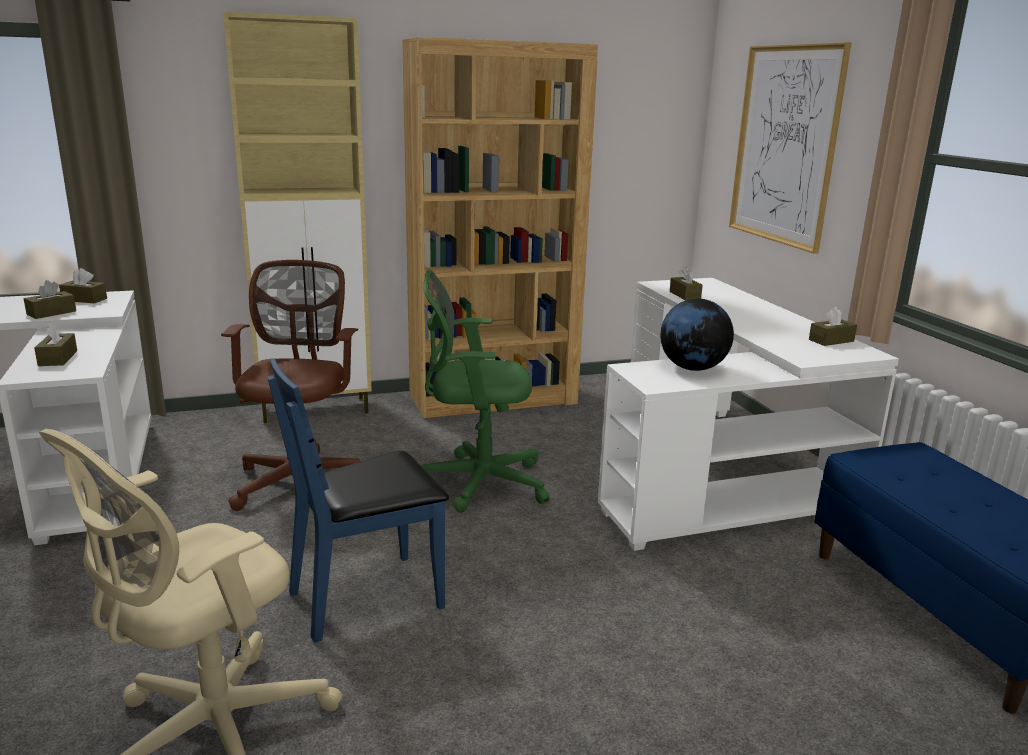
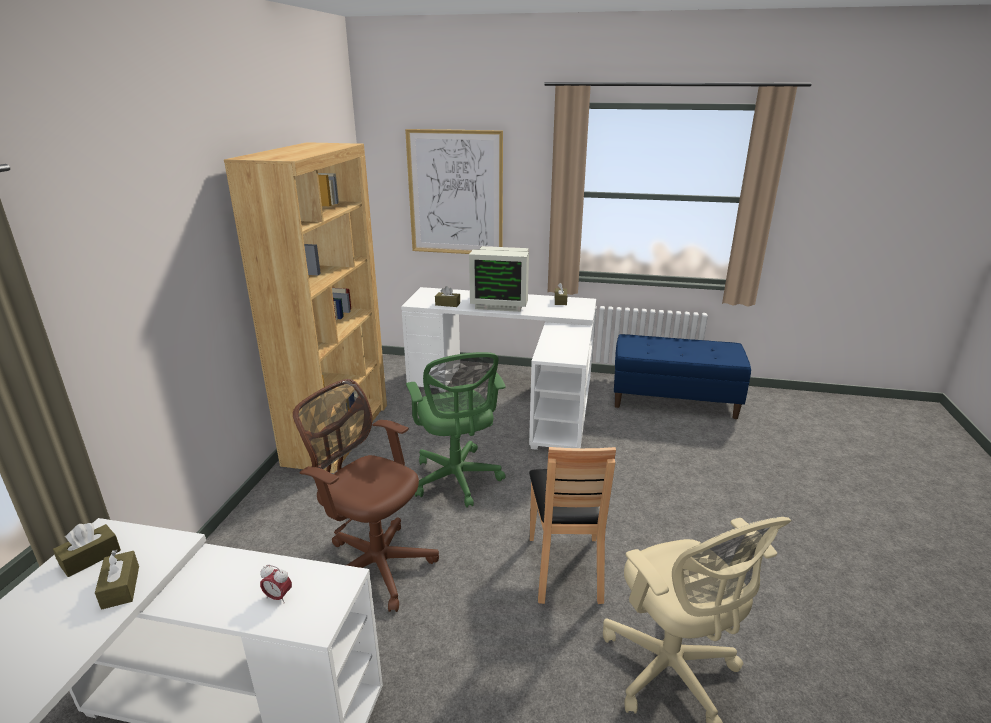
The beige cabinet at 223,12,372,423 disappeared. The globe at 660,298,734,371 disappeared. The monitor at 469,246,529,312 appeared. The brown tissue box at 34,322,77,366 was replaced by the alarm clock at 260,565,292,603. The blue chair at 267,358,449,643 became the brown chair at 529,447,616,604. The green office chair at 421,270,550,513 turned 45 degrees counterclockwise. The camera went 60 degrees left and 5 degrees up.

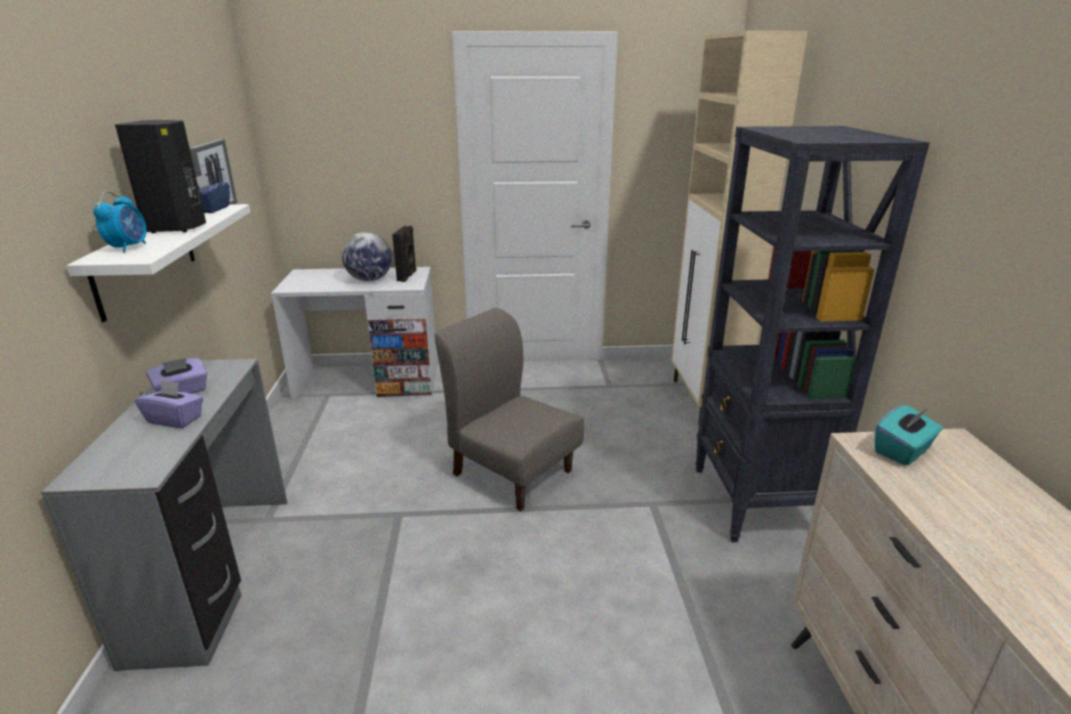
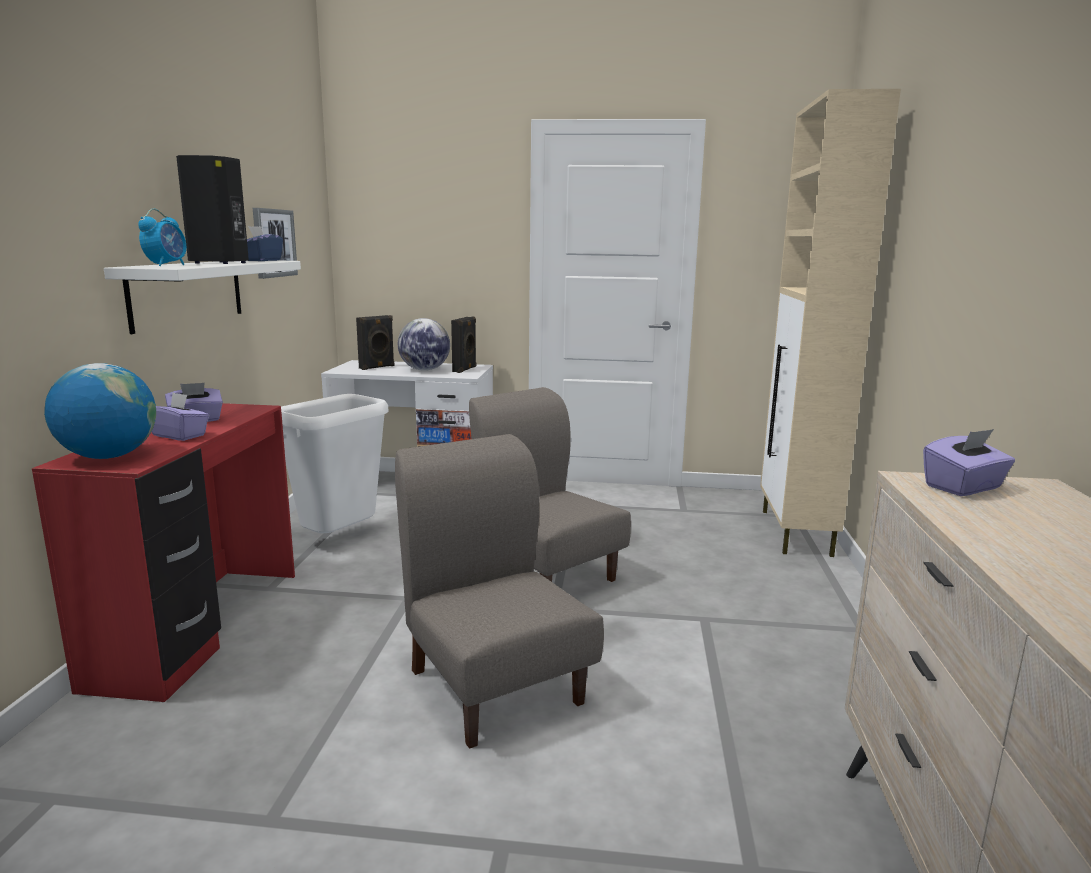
The black bookcase at 695,126,930,542 disappeared. The globe at 44,363,156,459 appeared. The white trash can at 281,394,388,533 appeared. The black speaker at 356,315,394,370 appeared. The grey chair at 395,434,604,749 appeared. The grey desk at 41,359,287,671 became the red desk at 32,403,295,703. The turquoise tissue box at 875,405,943,465 became the purple tissue box at 923,429,1015,496. The camera went 10 degrees right and 10 degrees down.

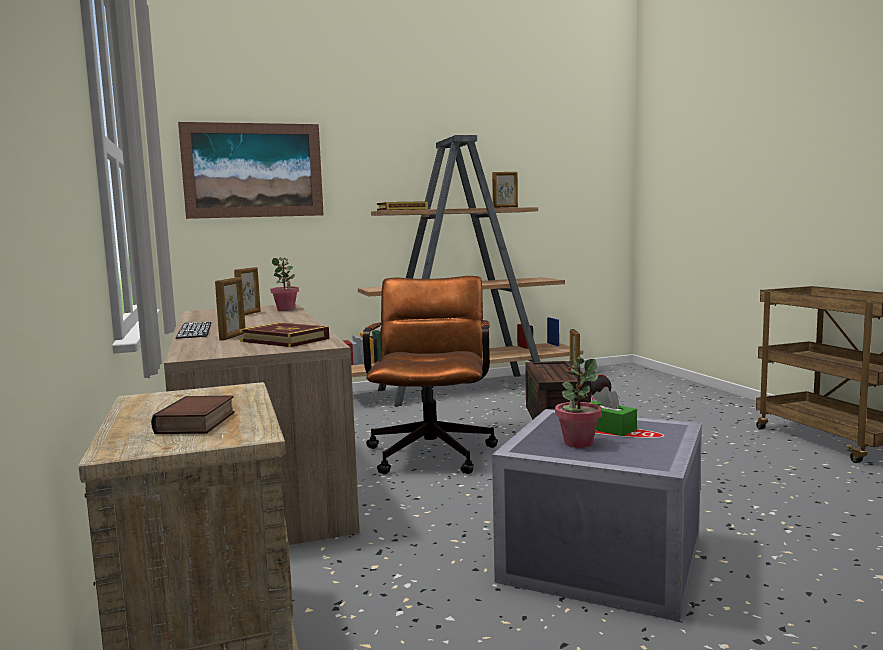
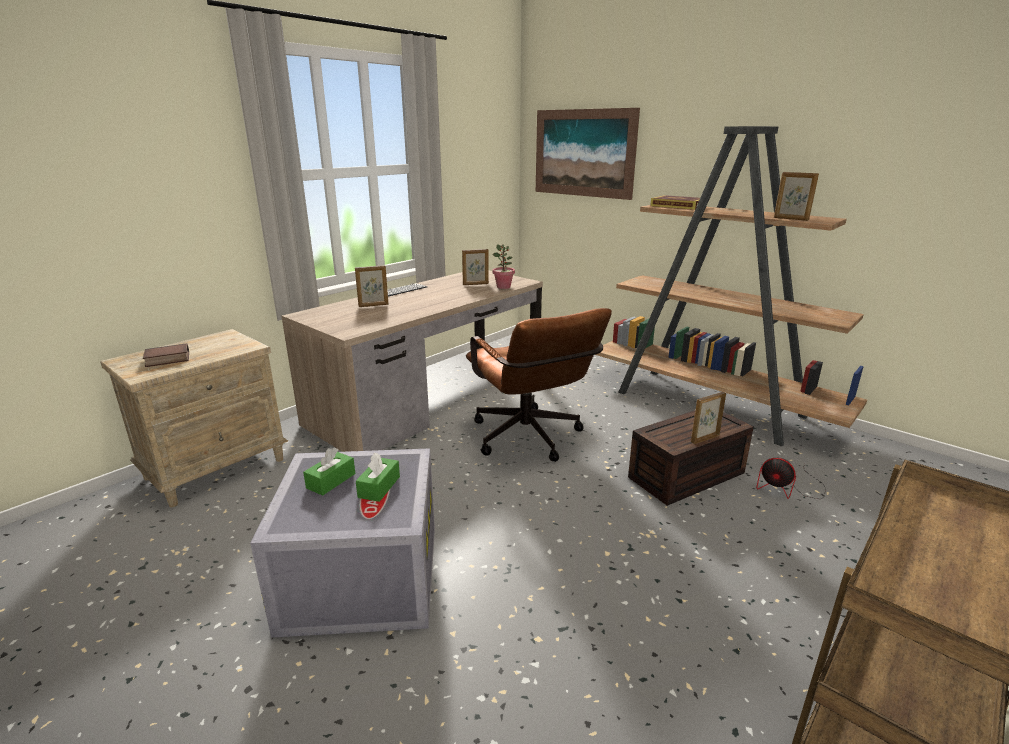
The book at 239,323,329,347 disappeared. The potted plant at 555,357,602,448 was replaced by the green tissue box at 303,447,355,496. The brown office chair at 363,276,498,475 turned 90 degrees clockwise. The camera went 60 degrees right and 15 degrees up.

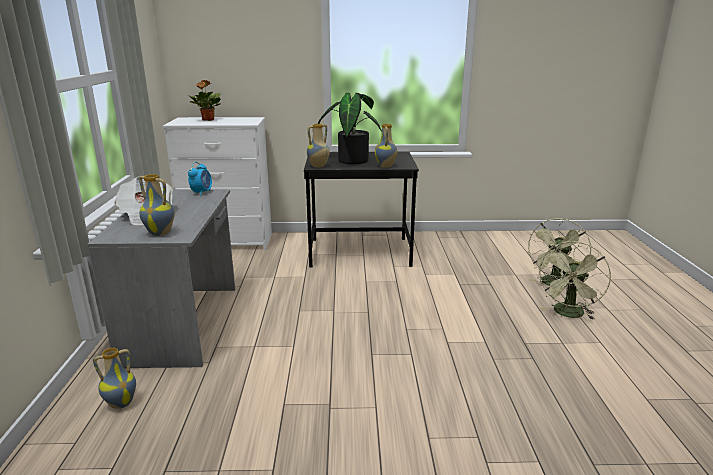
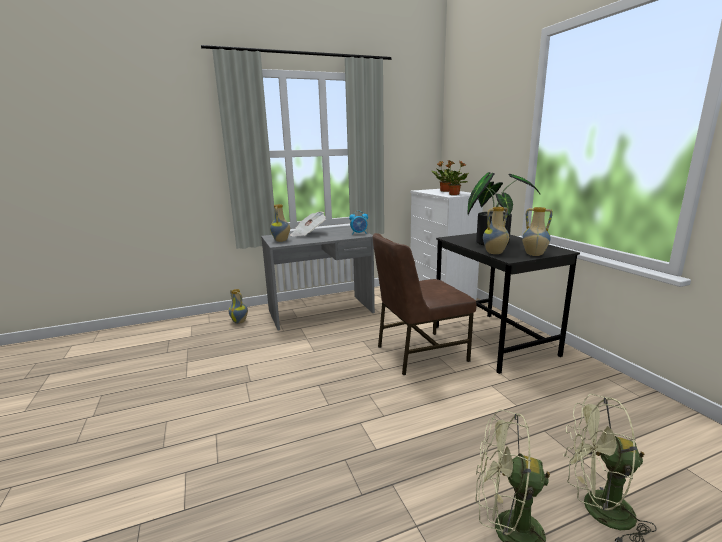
The brown chair at 373,233,477,375 appeared. The potted plant at 441,161,469,195 appeared. The vase moved from 307,124,330,167 to 522,207,553,256. The camera went 70 degrees right and 5 degrees down.

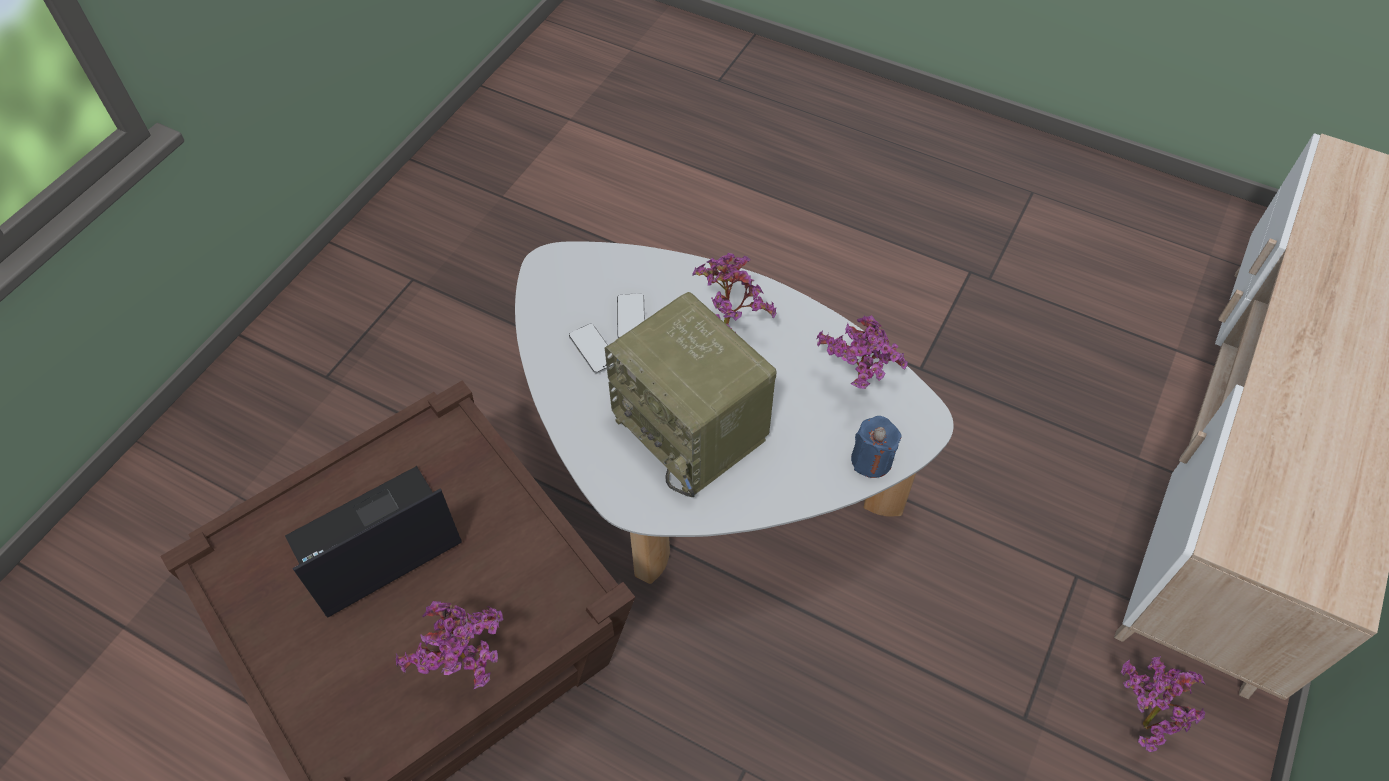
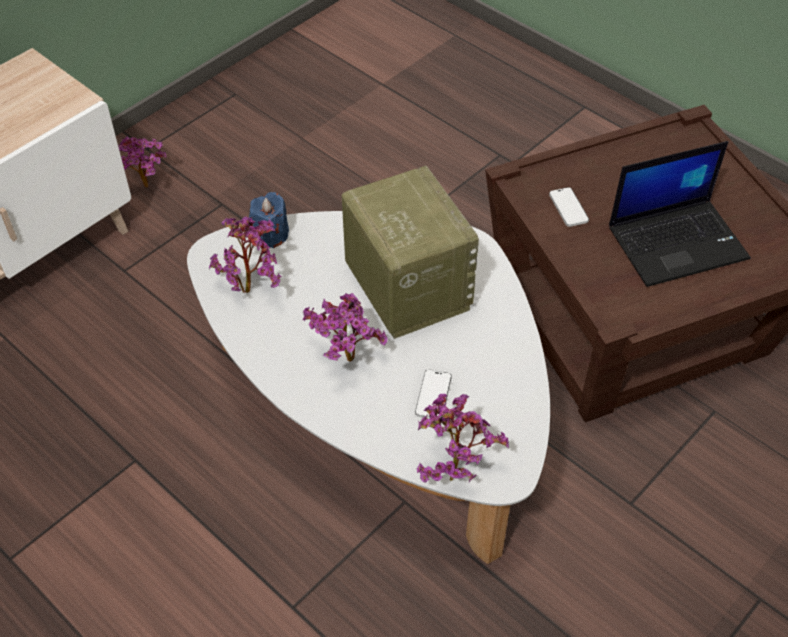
The potted plant moved from 396,601,504,689 to 417,394,509,483. The phone moved from 569,324,614,374 to 549,187,589,227. The camera went 165 degrees left and 5 degrees down.

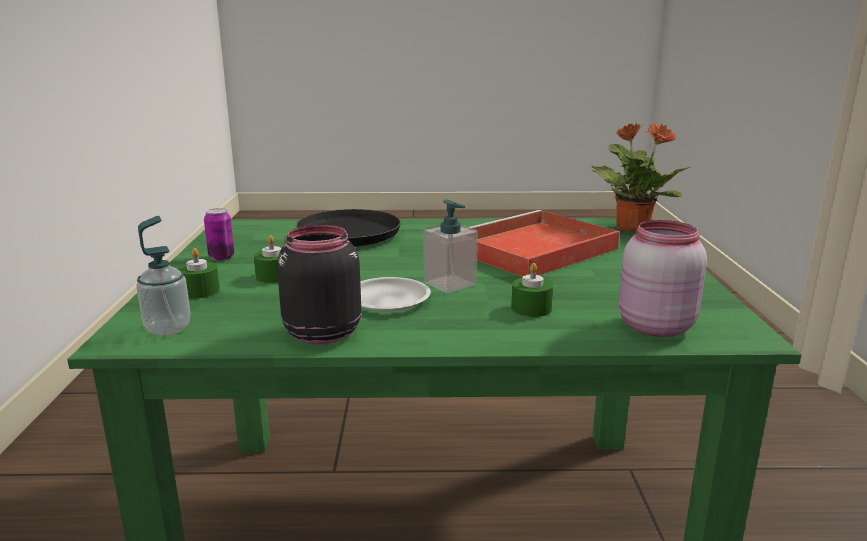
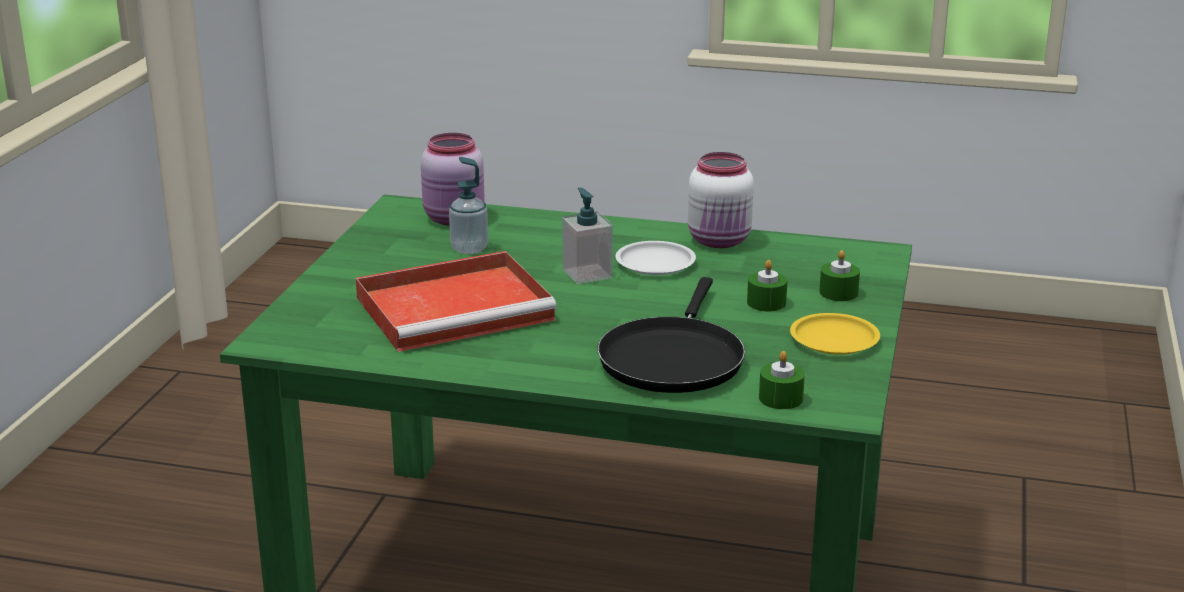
The potted plant at 591,123,690,232 disappeared. The soap dispenser moved from 136,216,190,336 to 449,157,488,254. The green candle moved from 511,263,553,317 to 759,351,805,409. The can at 204,208,234,260 was replaced by the yellow plate at 790,313,880,355. The black jar at 277,225,361,344 became the white jar at 688,152,754,248. The camera went 165 degrees left and 5 degrees up.

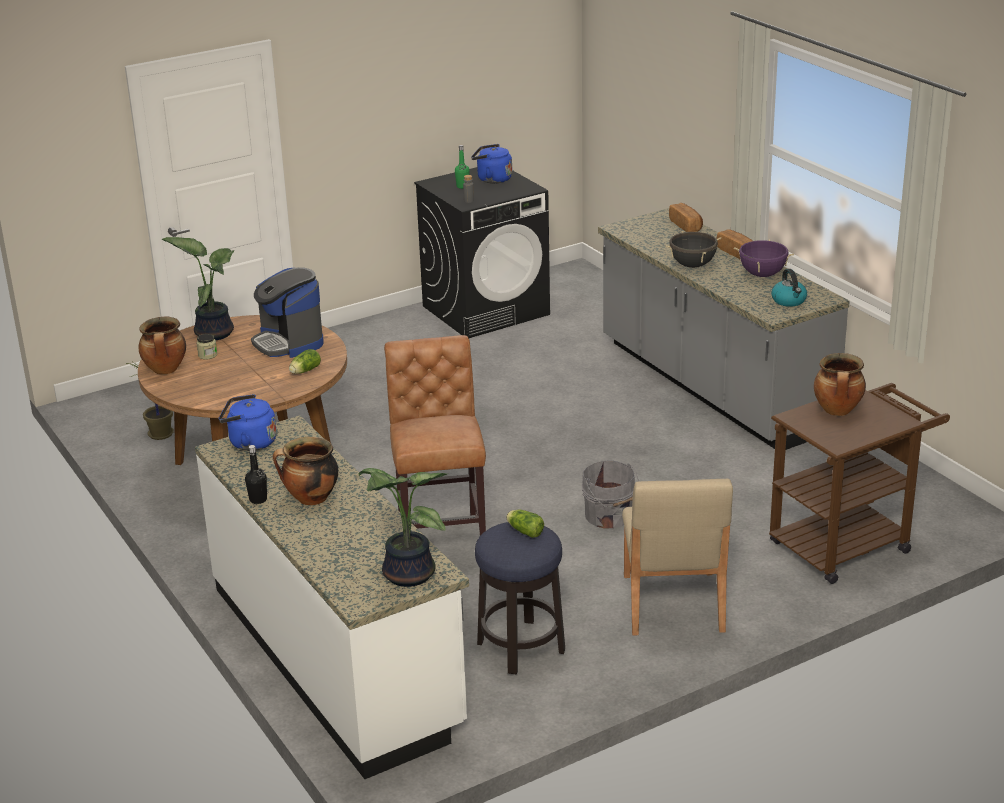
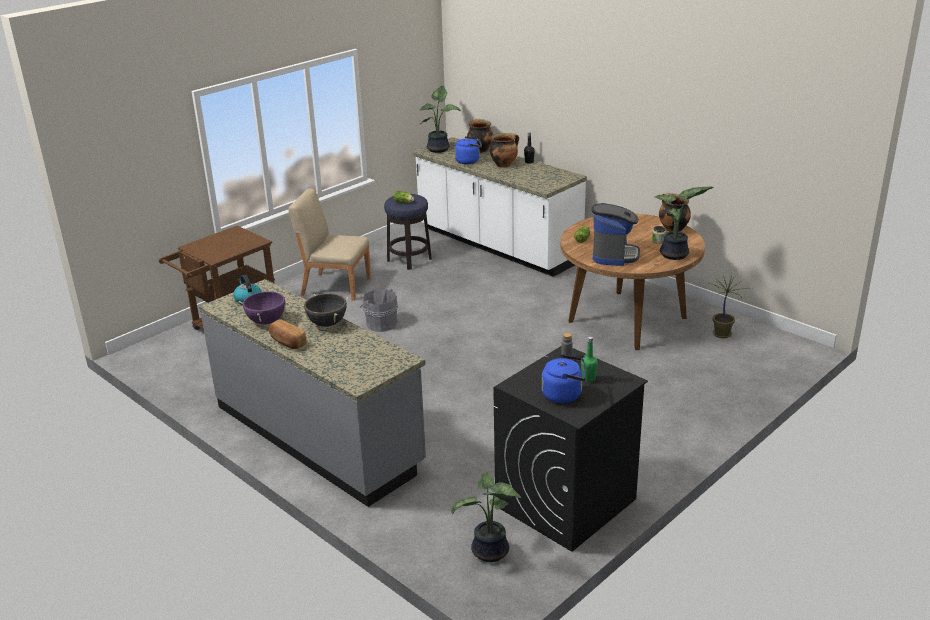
The brown stool at 384,335,486,535 disappeared. The bread at 669,203,703,232 disappeared. The potted plant at 451,471,521,562 appeared. The blue kettle moved from 219,394,277,451 to 455,136,482,164. The cooking pot moved from 814,353,866,416 to 467,119,493,153. The coffee machine at 251,267,324,358 turned 60 degrees clockwise. The beige chair at 622,479,733,636 turned 60 degrees counterclockwise. The camera went 165 degrees right and 0 degrees up.

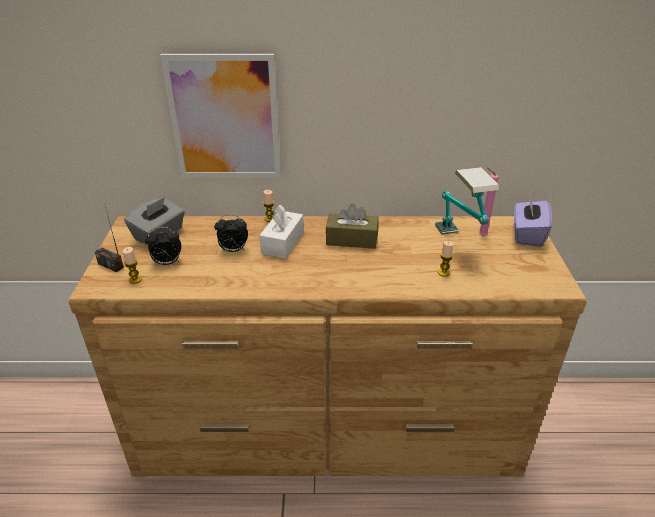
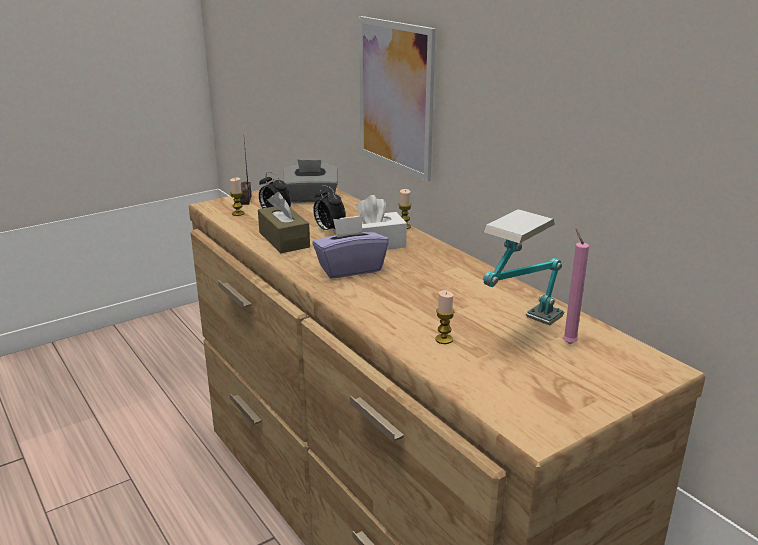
The brown tissue box moved from 326,204,379,249 to 258,192,310,253. The purple tissue box moved from 514,197,552,247 to 312,216,389,279. The camera went 55 degrees right and 10 degrees down.

